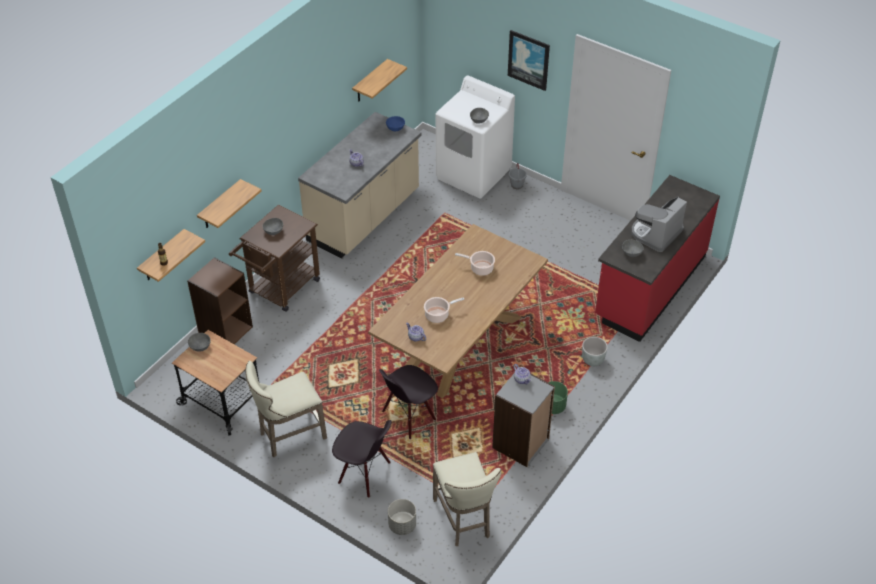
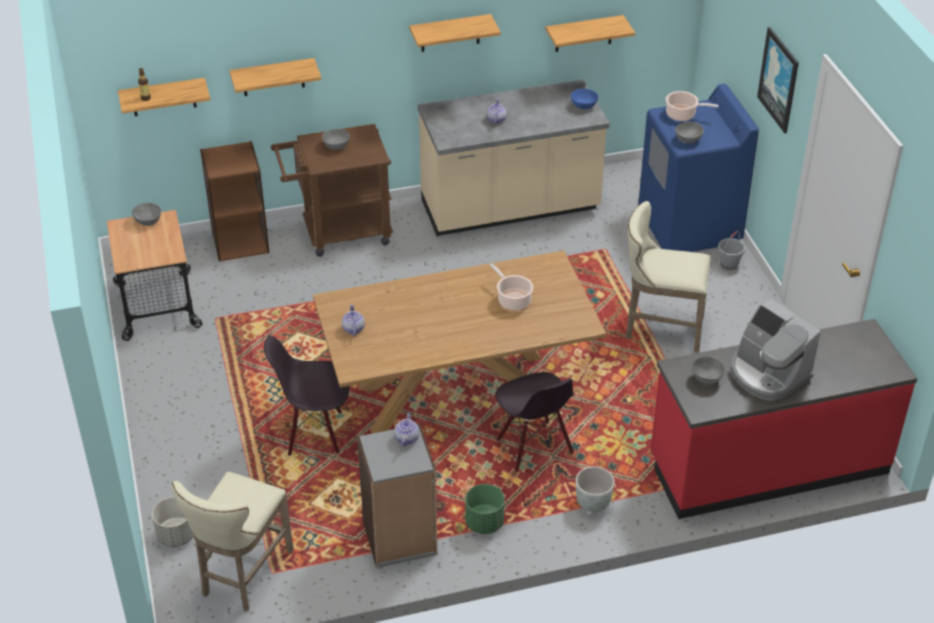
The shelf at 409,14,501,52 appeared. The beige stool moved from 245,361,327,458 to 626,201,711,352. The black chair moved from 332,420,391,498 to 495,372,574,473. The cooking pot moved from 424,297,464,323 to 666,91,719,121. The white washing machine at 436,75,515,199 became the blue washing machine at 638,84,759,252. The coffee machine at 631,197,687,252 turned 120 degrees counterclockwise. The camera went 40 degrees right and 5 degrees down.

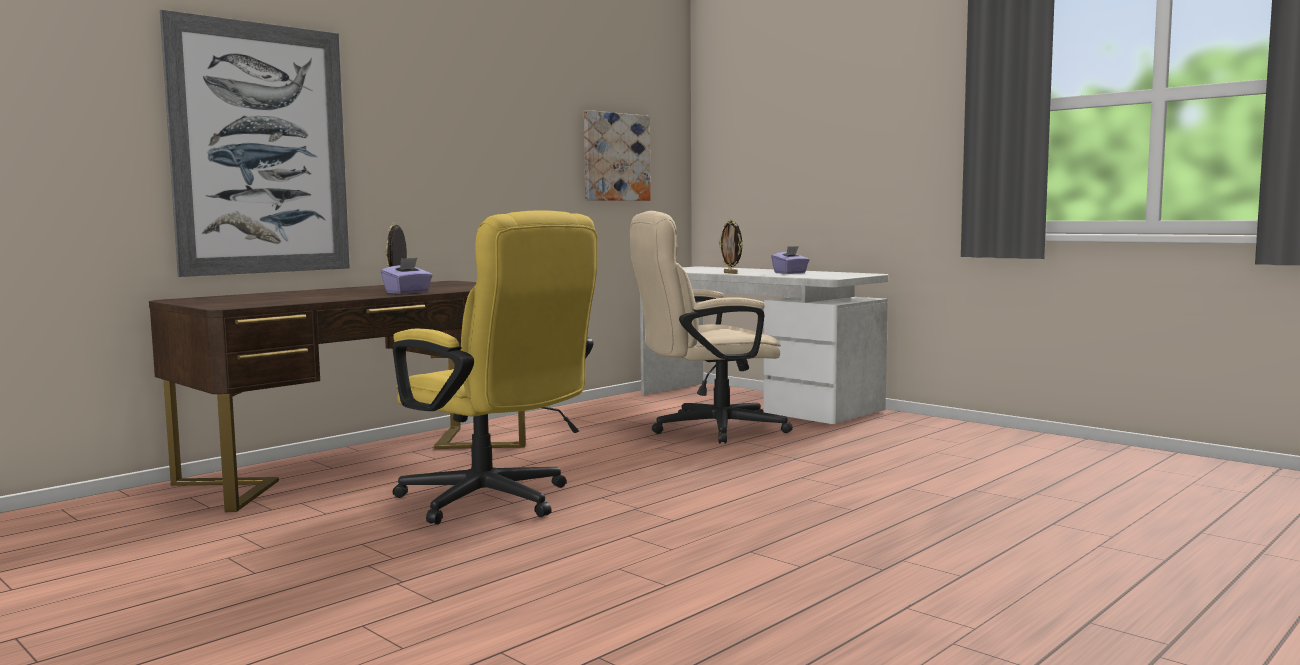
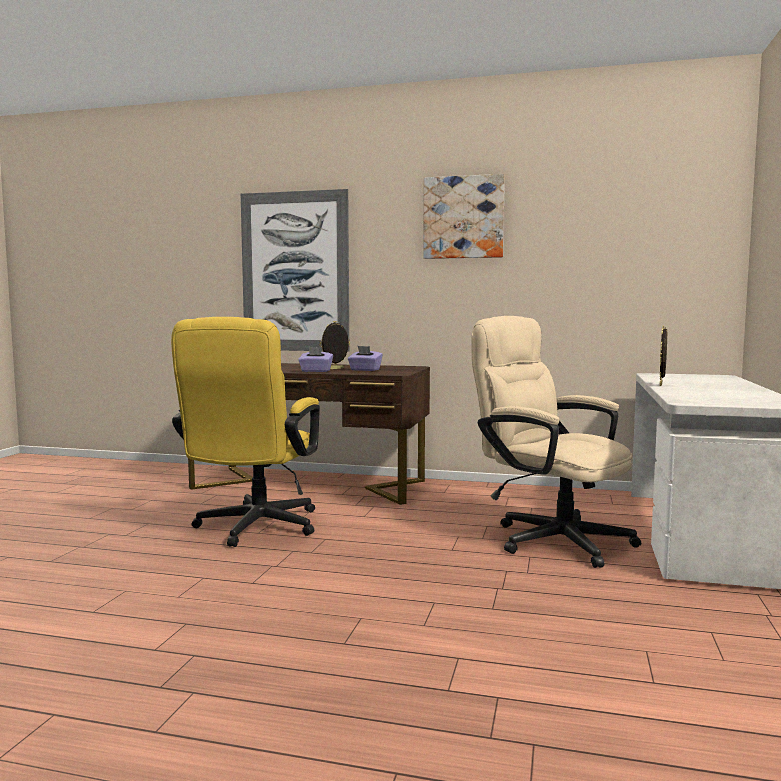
The picture moved from 584,110,651,201 to 423,174,505,259. The purple tissue box moved from 771,246,809,274 to 348,346,383,371. The camera went 60 degrees right and 0 degrees up.

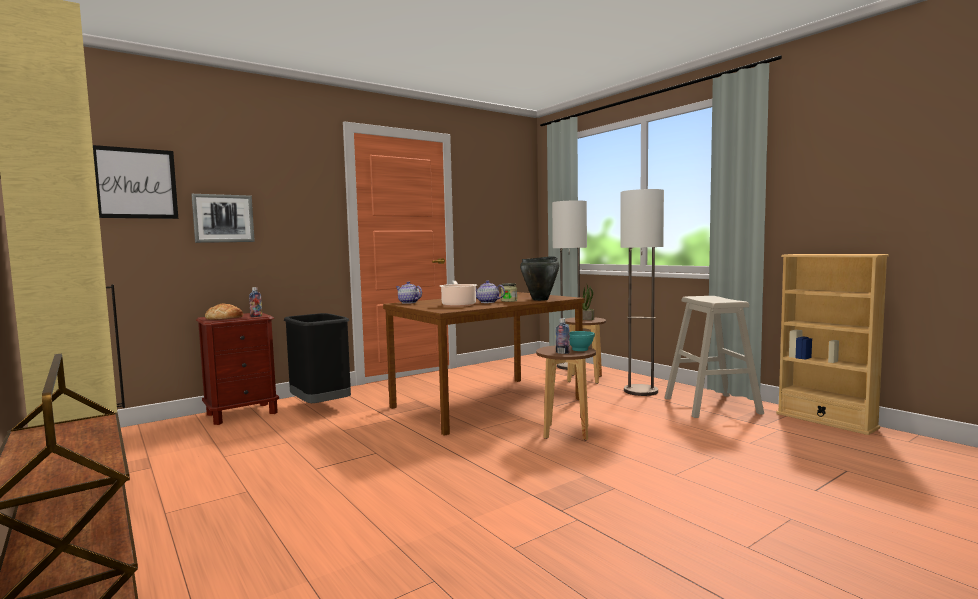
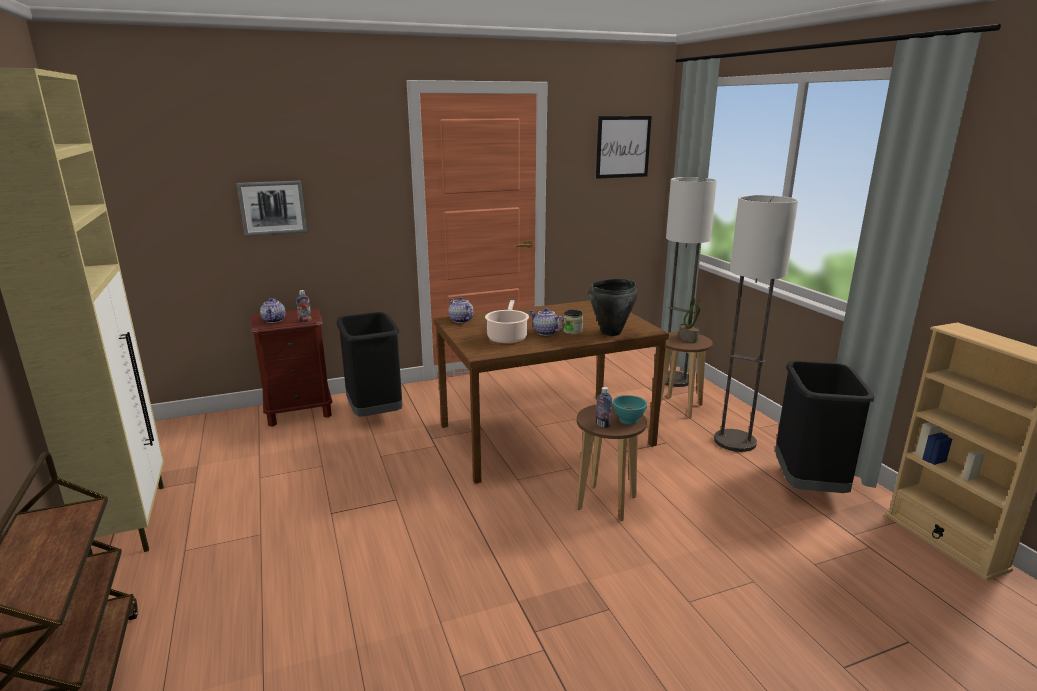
The picture moved from 93,145,178,219 to 596,116,652,179. The bread at 205,303,243,320 was replaced by the teapot at 260,298,286,323. The beige stool at 665,296,764,418 was replaced by the black trash can at 775,361,874,493. The camera went 15 degrees right and 15 degrees up.

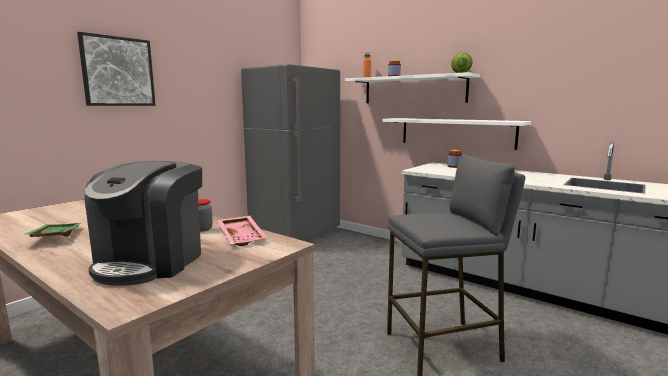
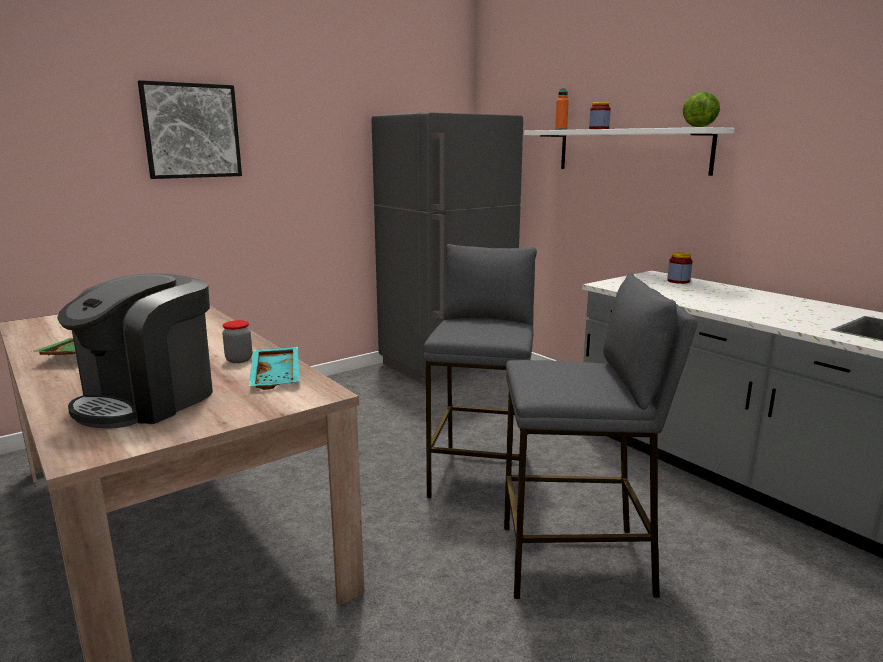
The white shelf at 382,118,532,150 disappeared. The grey stool at 424,244,537,498 appeared. The pink tray at 217,216,267,246 became the turquoise tray at 249,347,299,390. The camera went 15 degrees right and 5 degrees up.

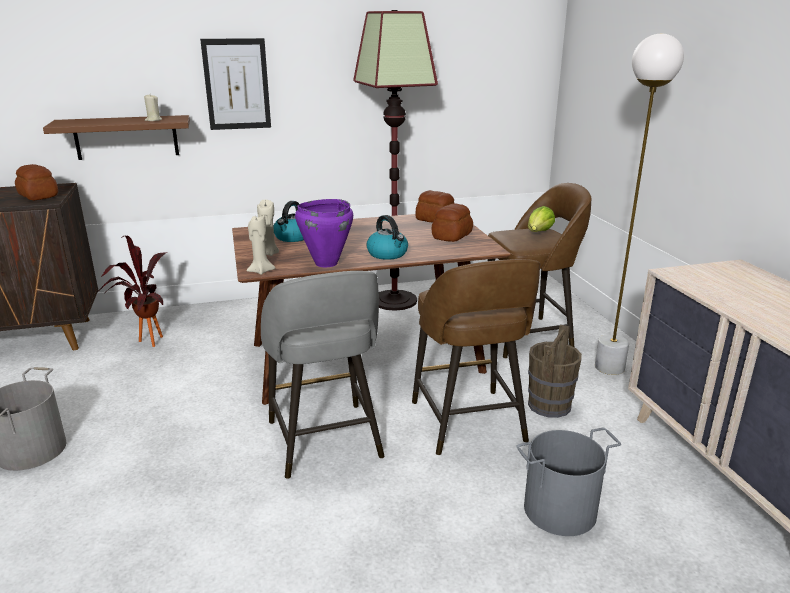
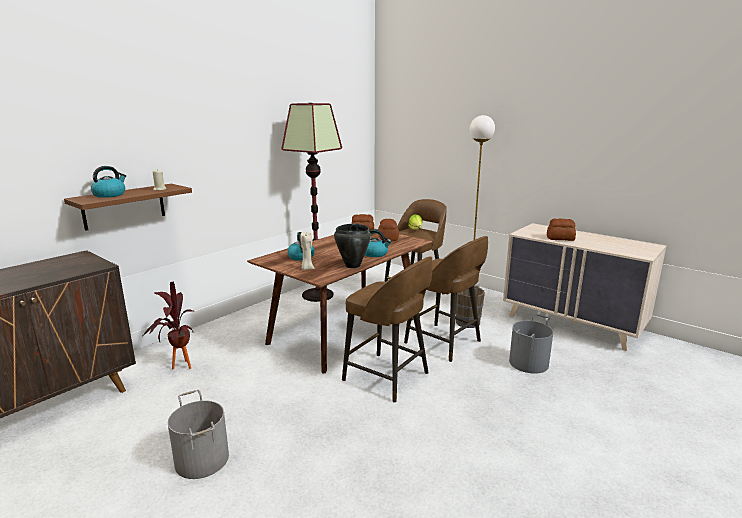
The picture at 200,38,271,130 disappeared. The beige candle at 247,215,275,275 disappeared. The kettle at 91,166,126,198 appeared. The bread moved from 15,164,58,200 to 547,219,576,241. The grey stool at 261,271,385,479 became the brown stool at 342,256,433,403. The purple cooking pot at 295,199,353,267 became the black cooking pot at 334,224,371,268. The camera went 35 degrees left and 5 degrees down.

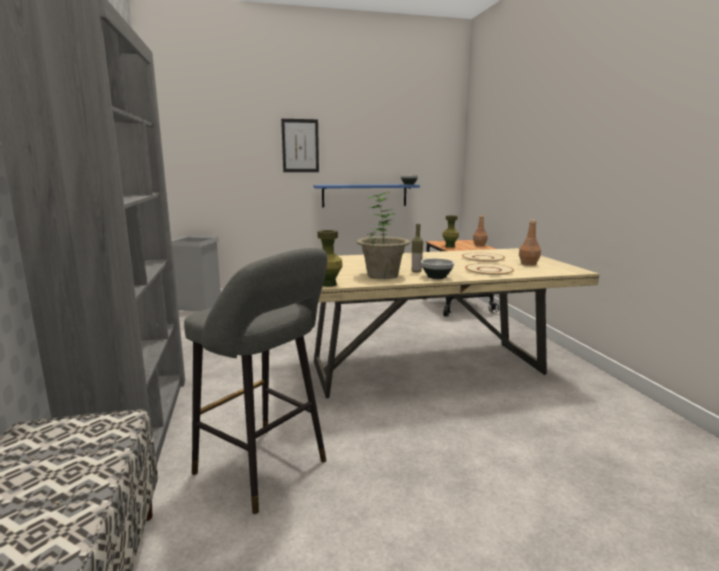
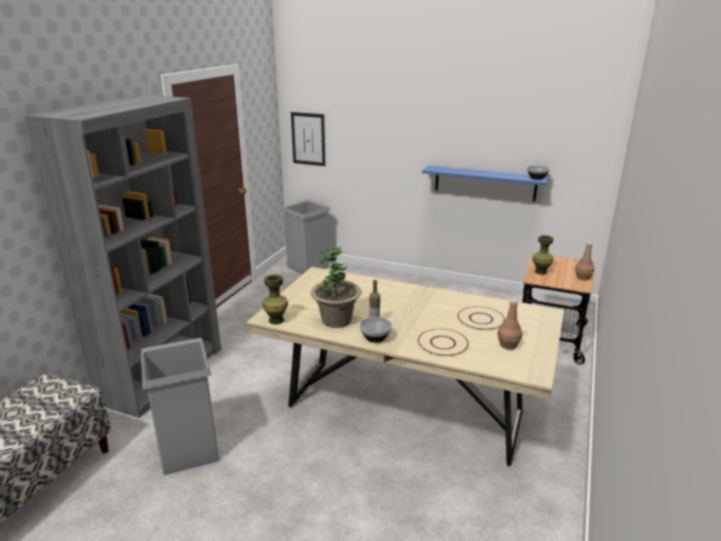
The picture moved from 281,119,319,172 to 291,112,325,166. The grey stool at 184,248,327,514 was replaced by the grey trash can at 141,338,219,475. The camera went 35 degrees right and 10 degrees up.

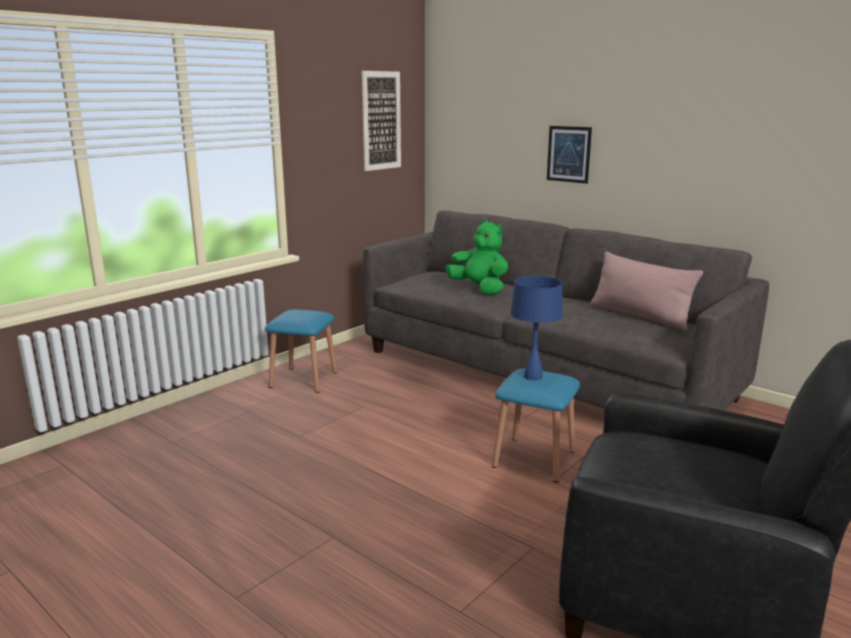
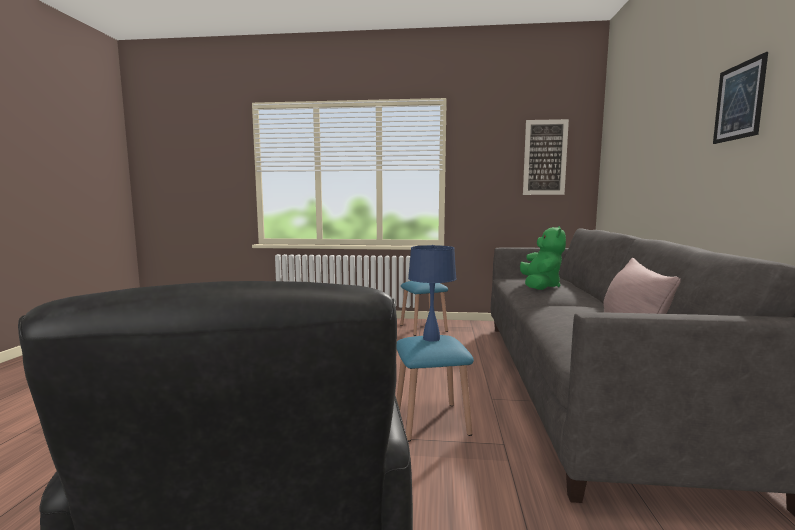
The picture moved from 547,126,592,184 to 713,52,768,144. The camera went 55 degrees right and 10 degrees down.

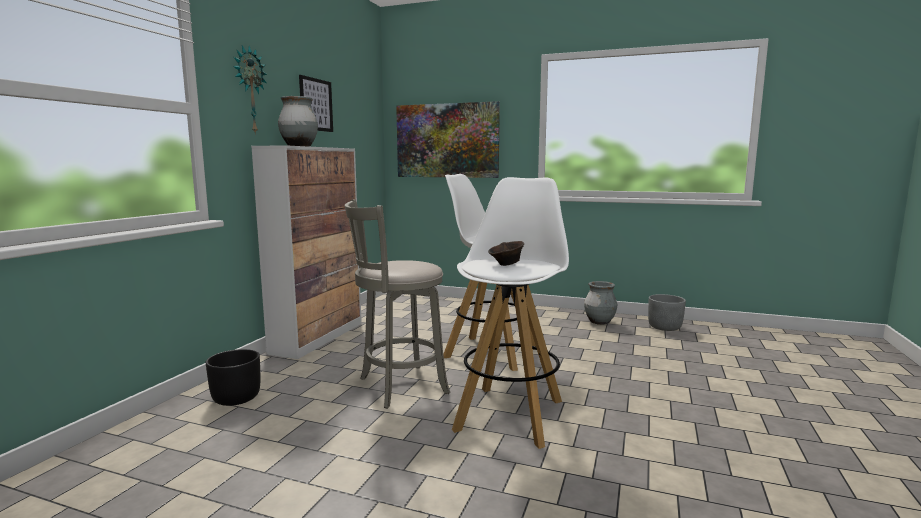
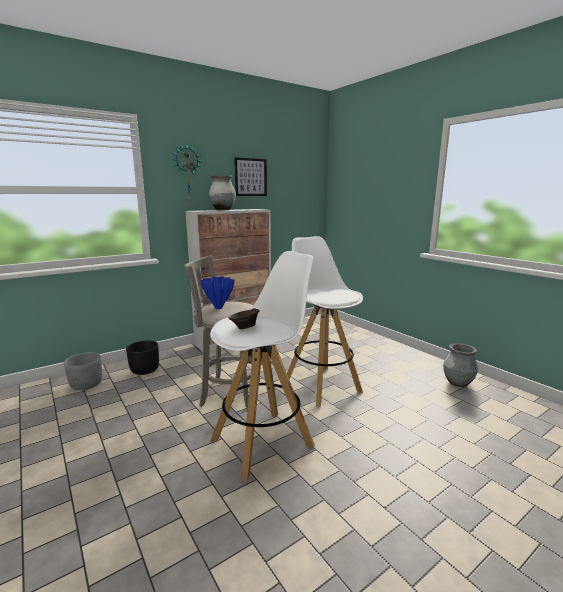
The picture at 396,101,500,178 disappeared. The blue vase at 201,276,234,309 appeared. The grey planter moved from 648,294,686,331 to 64,352,102,390. The camera went 35 degrees right and 5 degrees up.

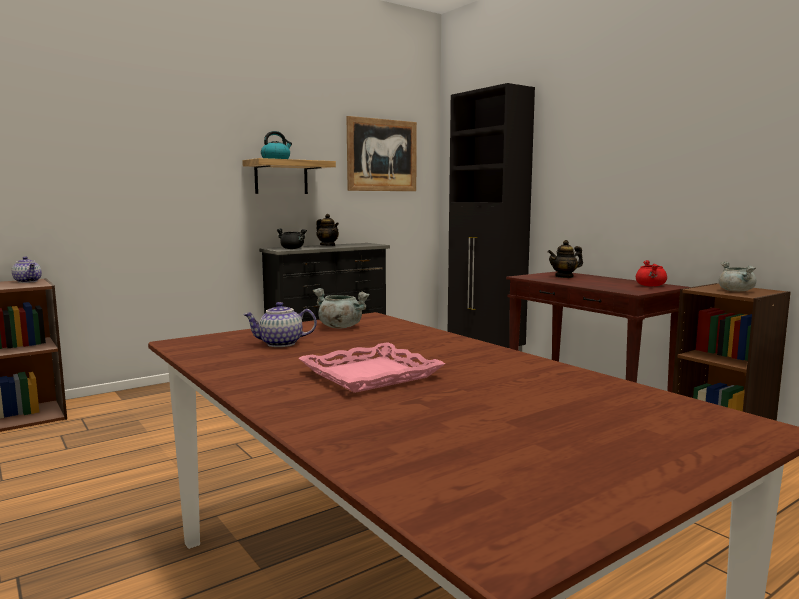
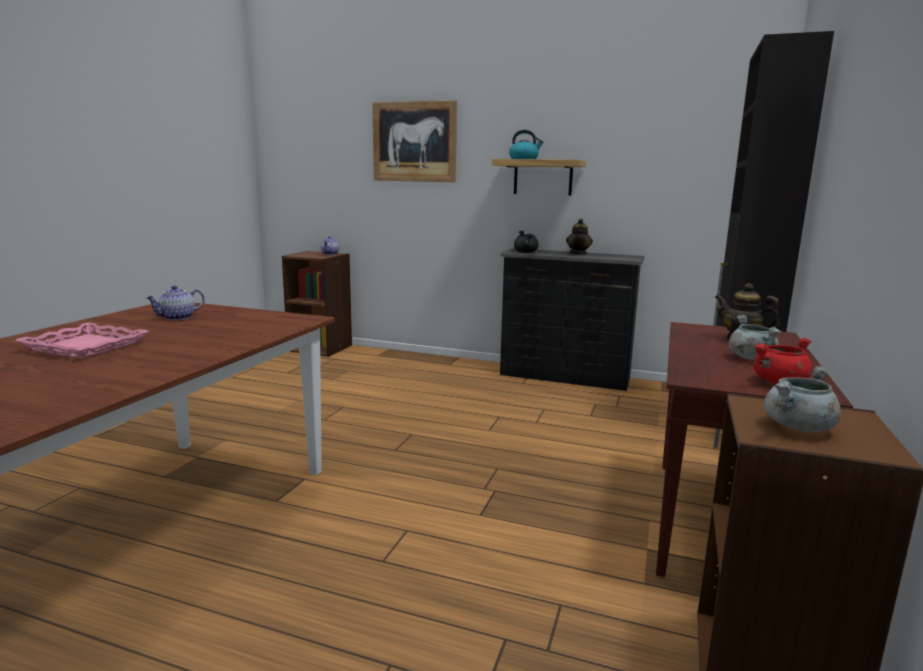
The grey cooking pot moved from 313,288,369,328 to 729,315,782,360. The picture moved from 346,116,417,191 to 372,100,457,182. The teapot at 243,302,317,347 turned 90 degrees counterclockwise. The camera went 55 degrees right and 5 degrees up.

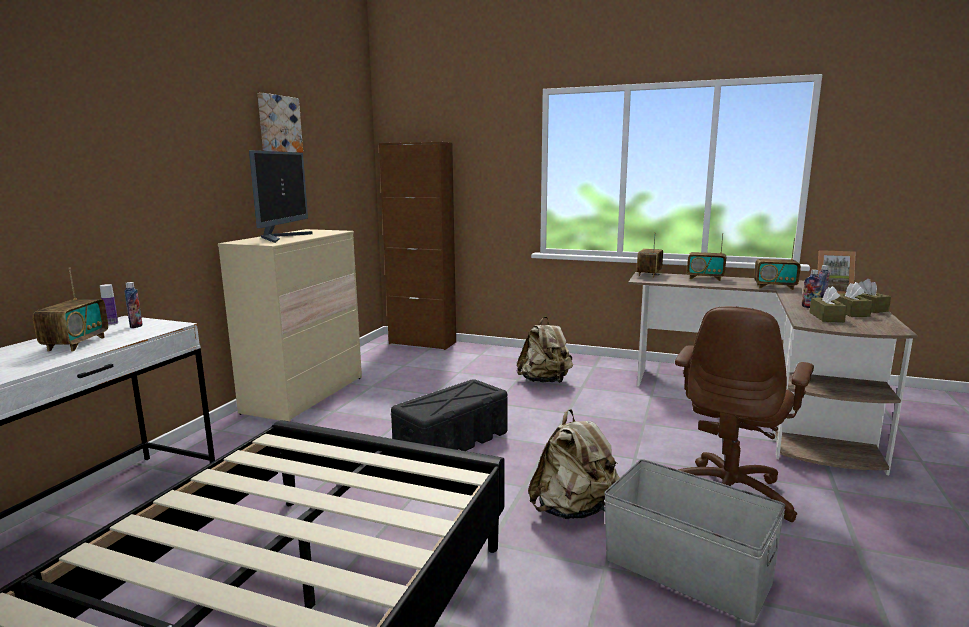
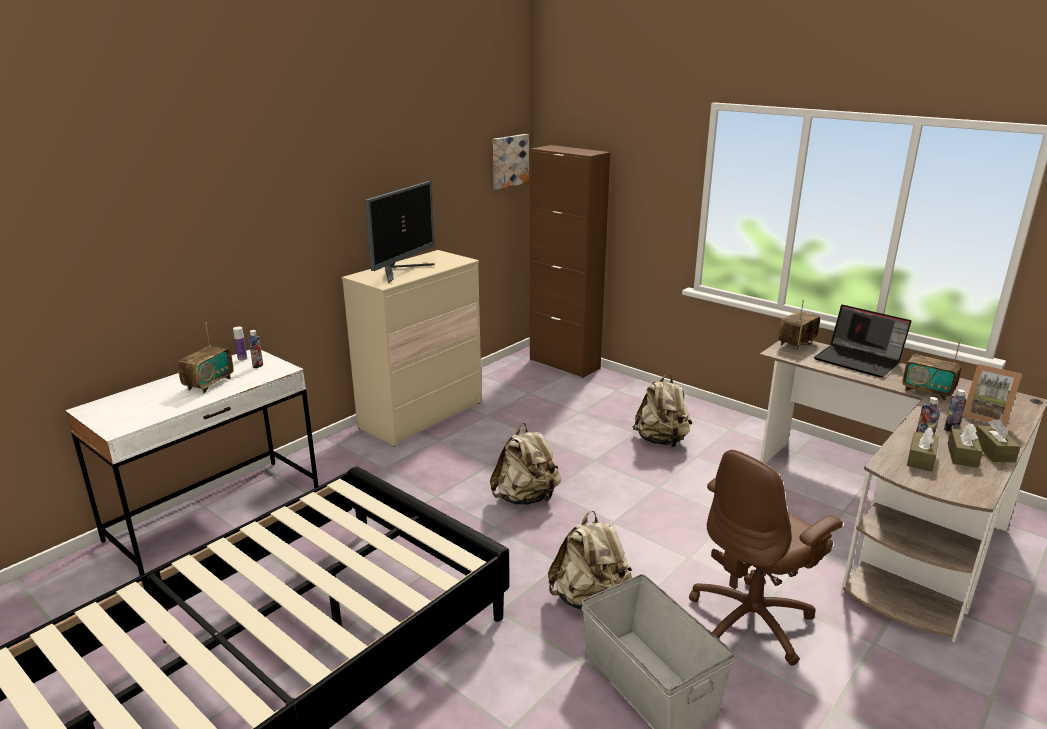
The picture moved from 258,93,303,153 to 493,134,529,190. The black storage box at 391,379,507,451 was replaced by the beige backpack at 490,423,561,505. The radio at 687,233,726,281 was replaced by the laptop at 814,305,911,378. The camera went 20 degrees right and 10 degrees up.

